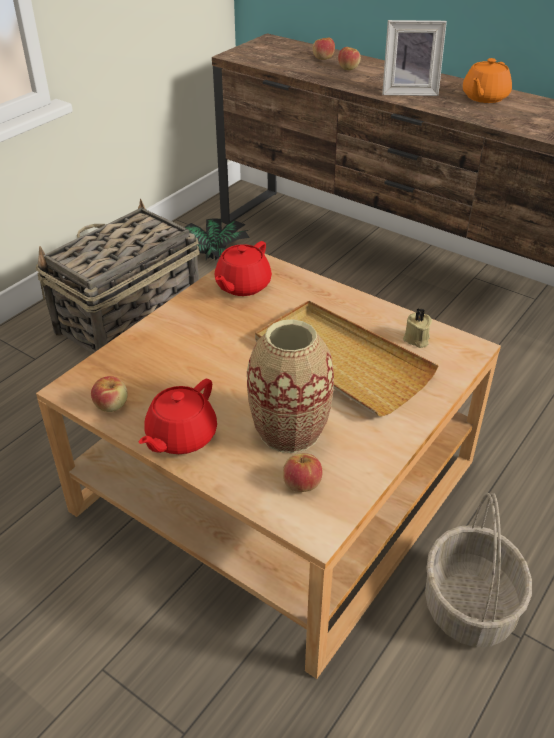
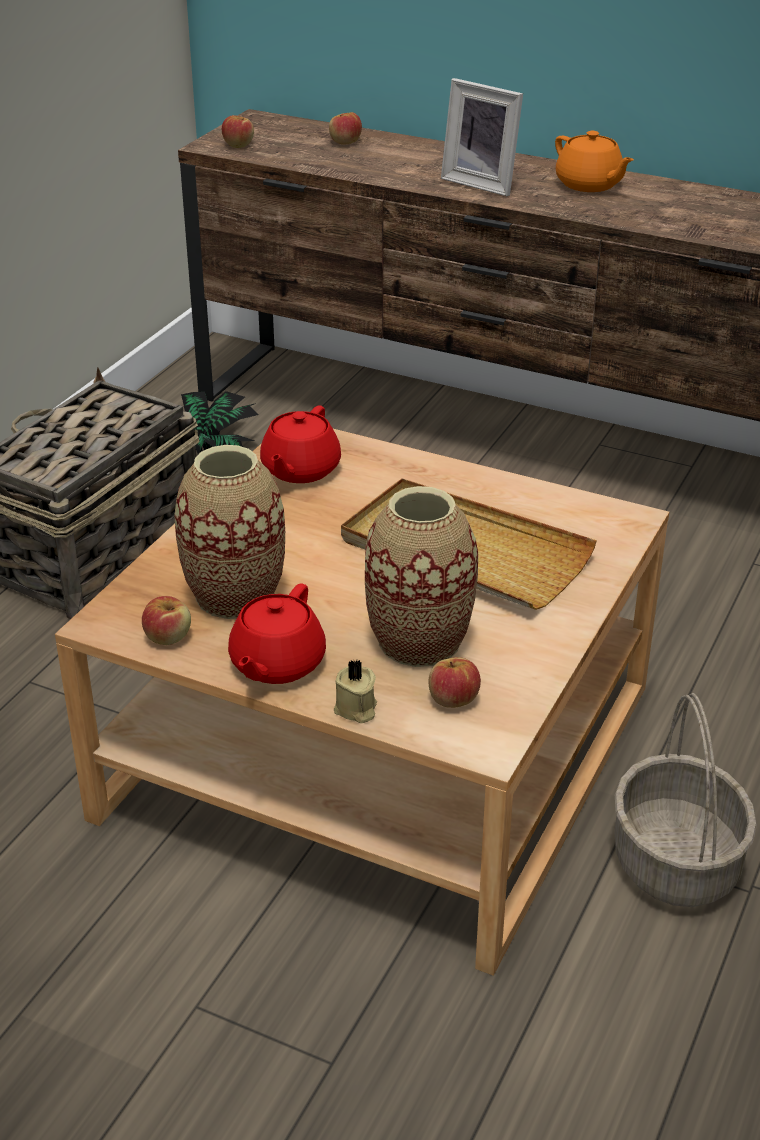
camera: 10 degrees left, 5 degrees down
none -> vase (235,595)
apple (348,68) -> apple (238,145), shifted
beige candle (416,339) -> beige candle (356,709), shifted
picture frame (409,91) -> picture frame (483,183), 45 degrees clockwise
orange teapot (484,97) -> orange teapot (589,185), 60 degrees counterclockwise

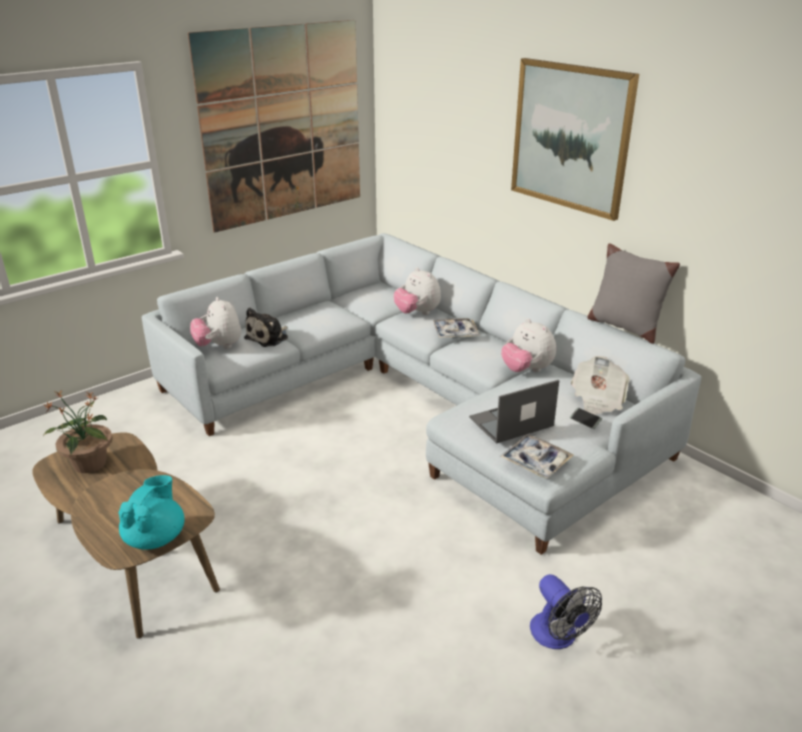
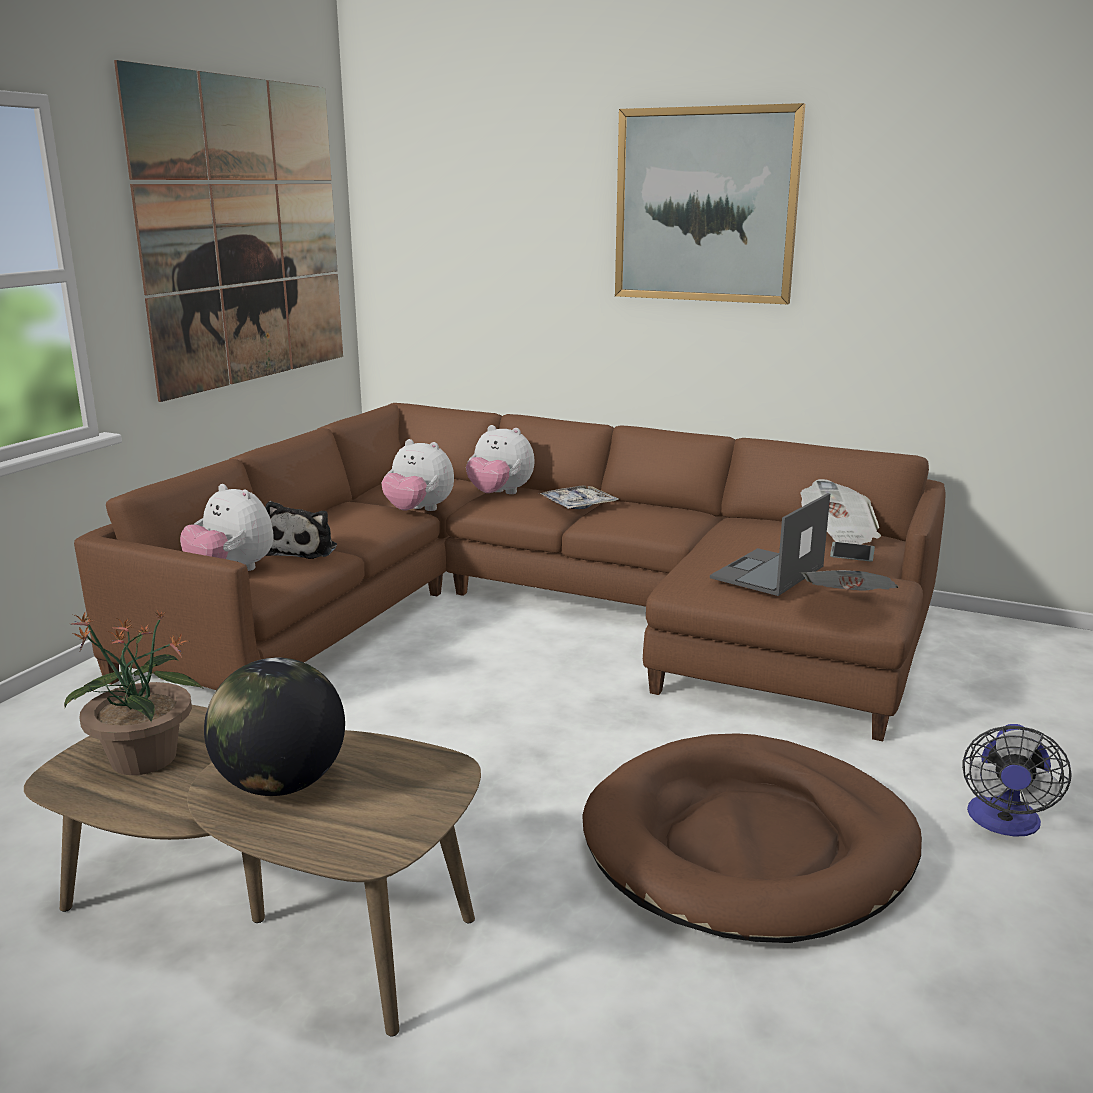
camera: 25 degrees left, 10 degrees down
grey sofa (417,398) -> brown sofa (540,613)
none -> globe (281,784)
plush toy (526,370) -> plush toy (418,511), shifted
none -> brown dog bed (749,844)
tray (536,462) -> newspaper (846,605)
fan (558,637) -> fan (1003,823), 75 degrees clockwise
turquoise teapot (156,537) -> none
grey pillow (624,327) -> none

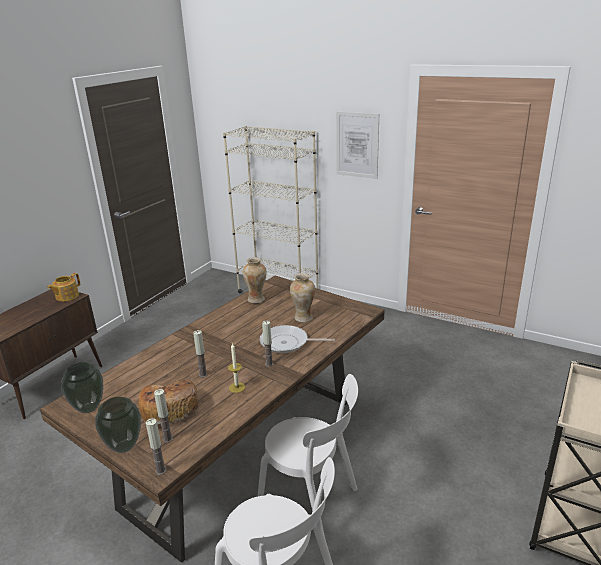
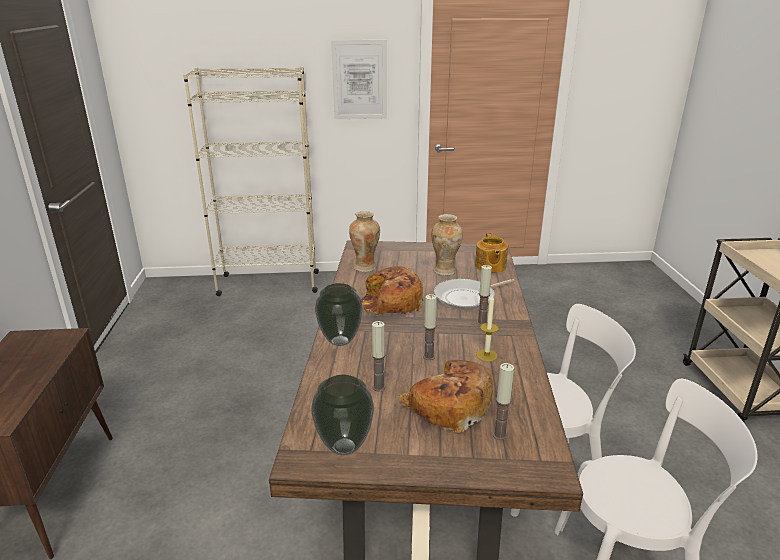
camera: 35 degrees left, 0 degrees up
vase (123,446) -> vase (339,341), shifted
none -> bread (390,303)
candle (161,470) -> candle (378,387), shifted
teapot (66,296) -> teapot (490,266), shifted

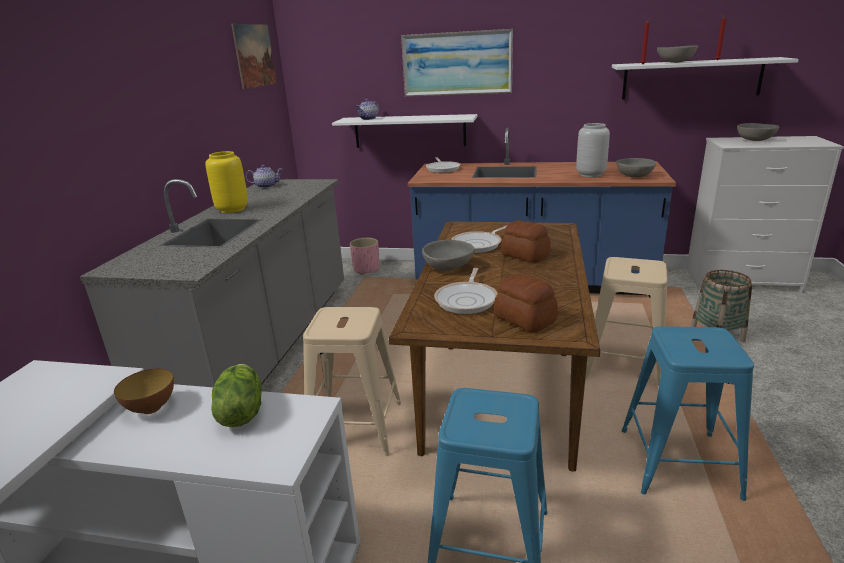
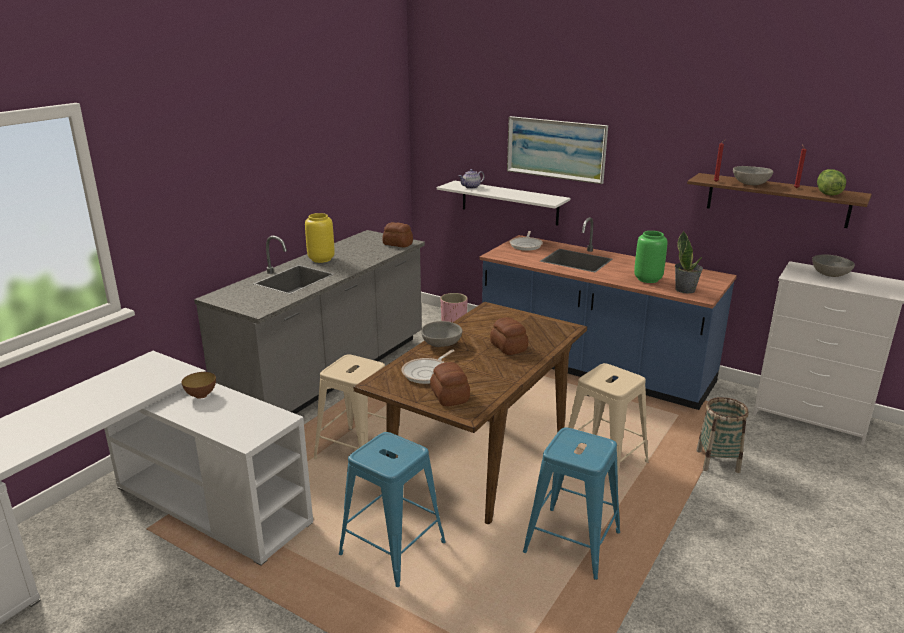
camera: 20 degrees right, 0 degrees up
none -> bread (397,244)
grey vase (590,174) -> green vase (647,279)
grey bowl (634,176) -> potted plant (685,289)
white shelf (691,79) -> brown shelf (777,200)
lettuce (240,413) -> lettuce (827,193), shifted
picture (254,55) -> none
teapot (266,186) -> none
frying pan (479,244) -> none

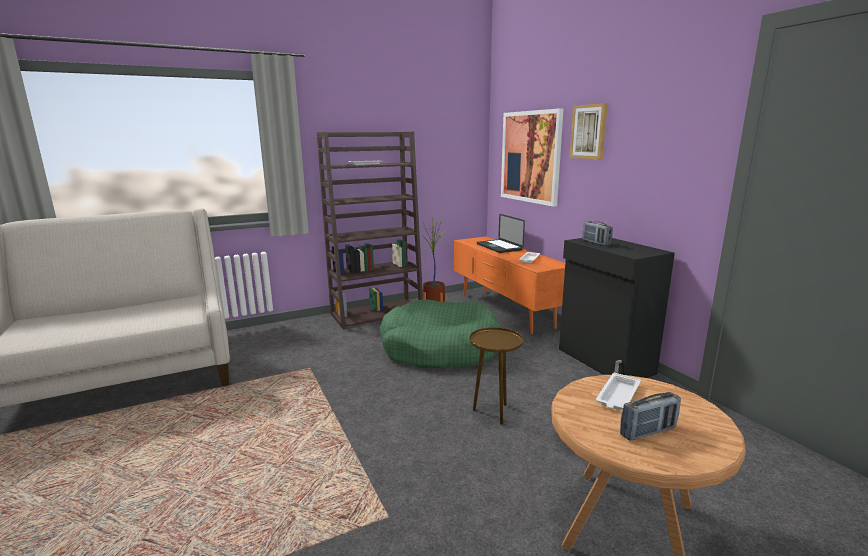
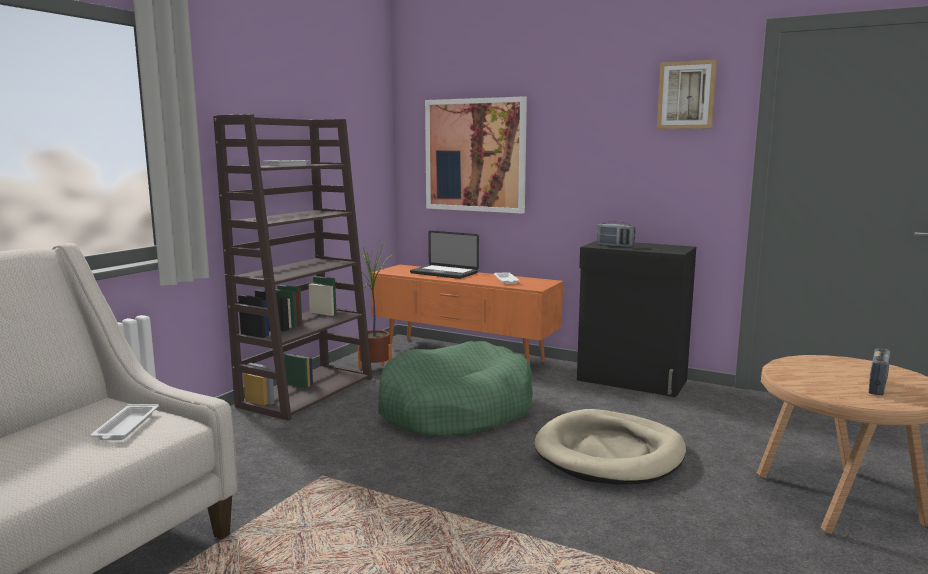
camera: 35 degrees left, 5 degrees down
white tray (618,396) -> white tray (126,427), shifted
brown side table (493,412) -> beige dog bed (610,453)
picture (589,131) -> picture (686,95), shifted

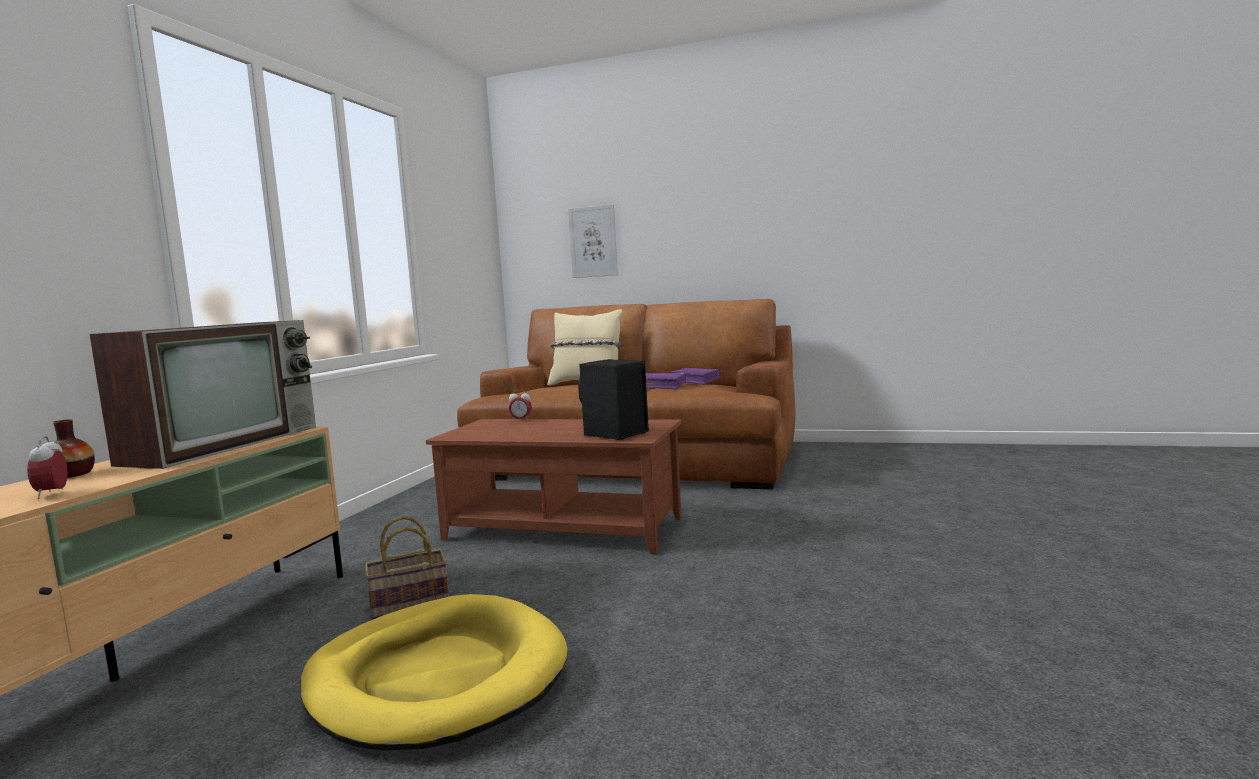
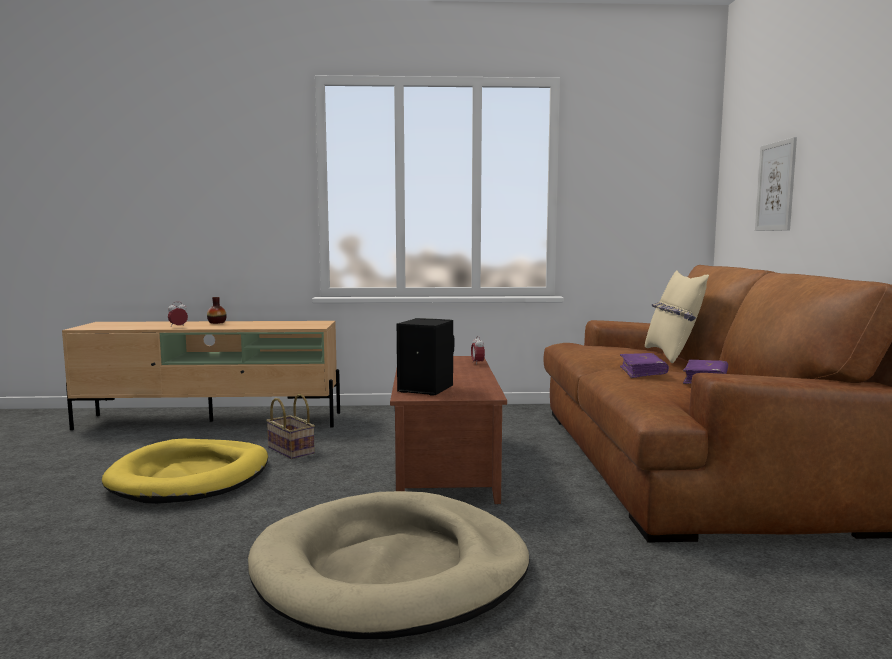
camera: 70 degrees right, 0 degrees up
none -> beige dog bed (392,570)
television (226,444) -> none

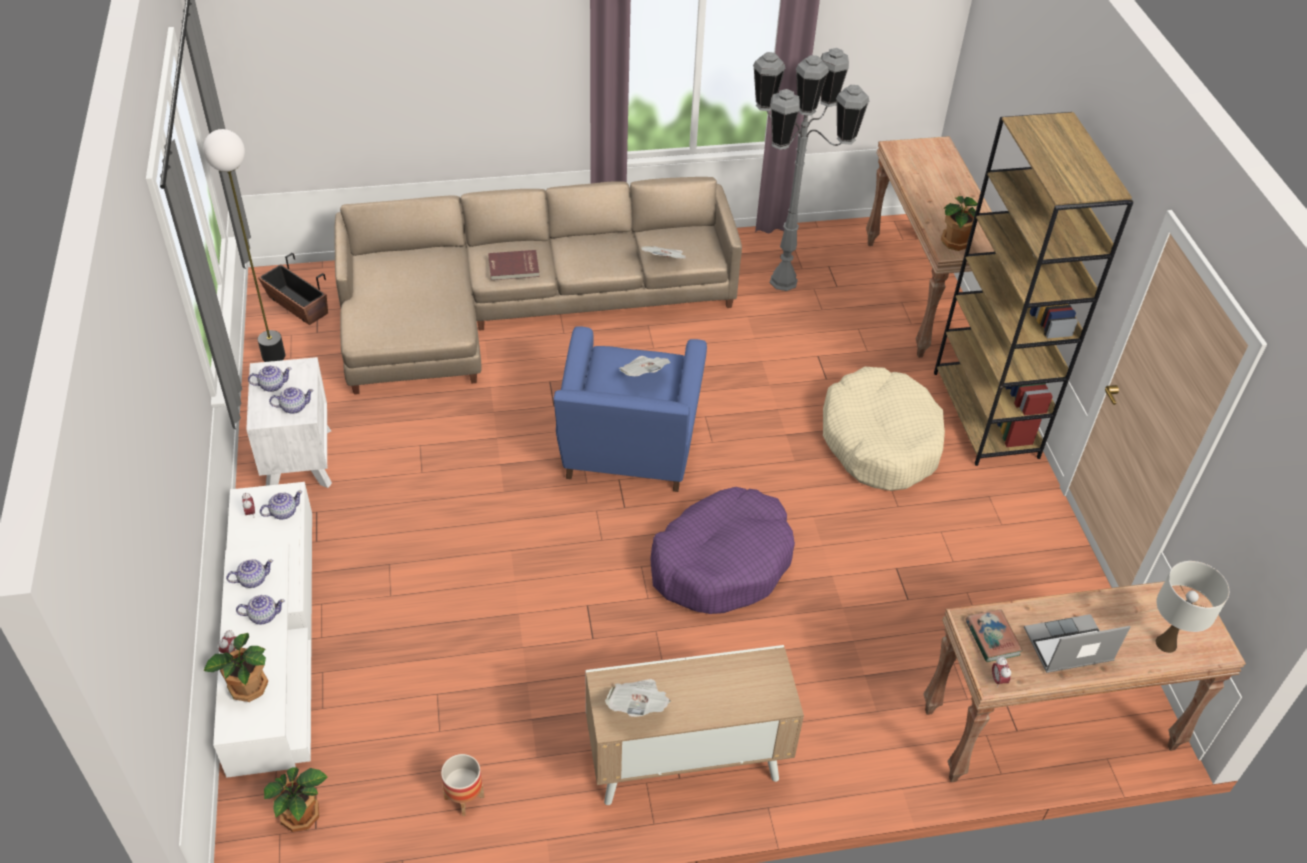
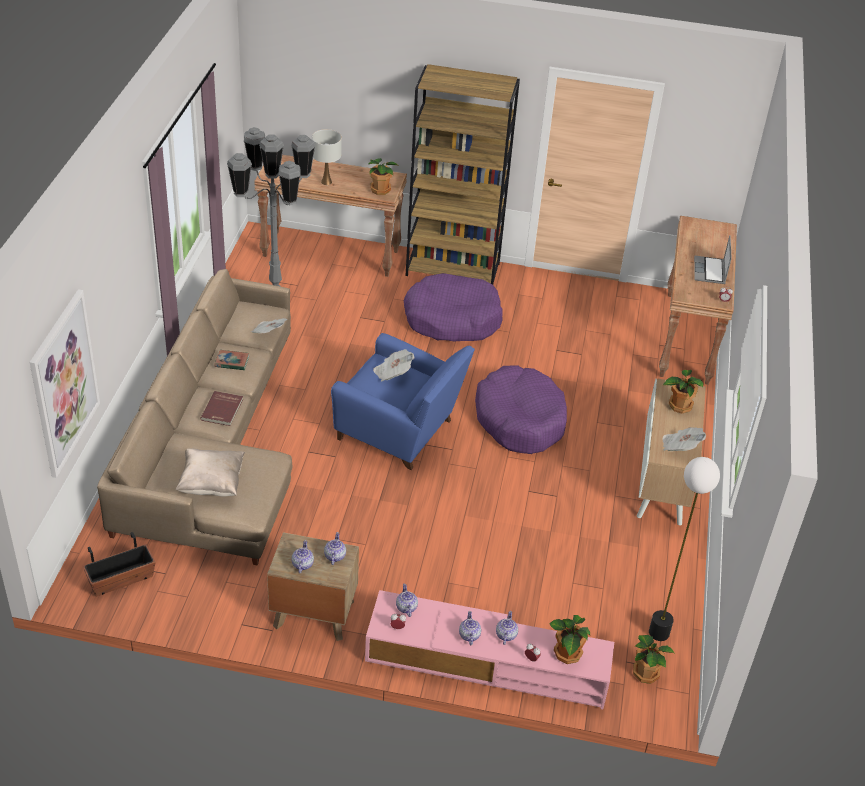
camera: 70 degrees left, 5 degrees down
none -> picture (64,383)
none -> beige pillow (211,484)
book (992,638) -> book (232,362), shifted
white nightstand (298,459) -> brown nightstand (313,614)
white table lamp (1166,644) -> white table lamp (326,182), shifted
white tv stand (273,635) -> pink tv stand (487,662)
beige dog bed (880,441) -> purple dog bed (452,319)
floor lamp (273,356) -> floor lamp (658,633), shifted
none -> potted plant (679,405)
planter (464,797) -> none

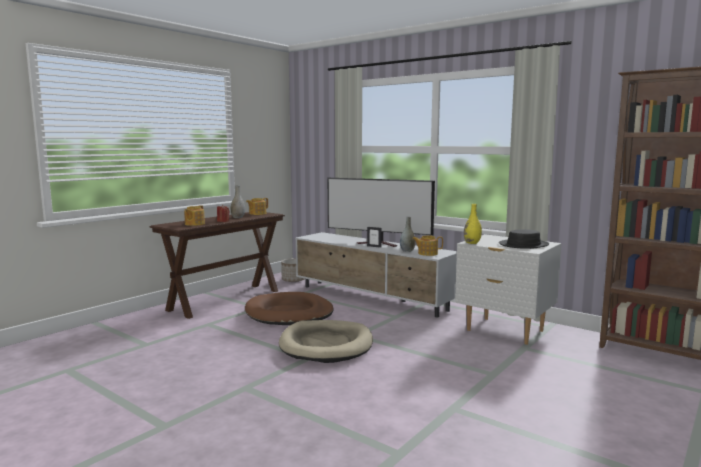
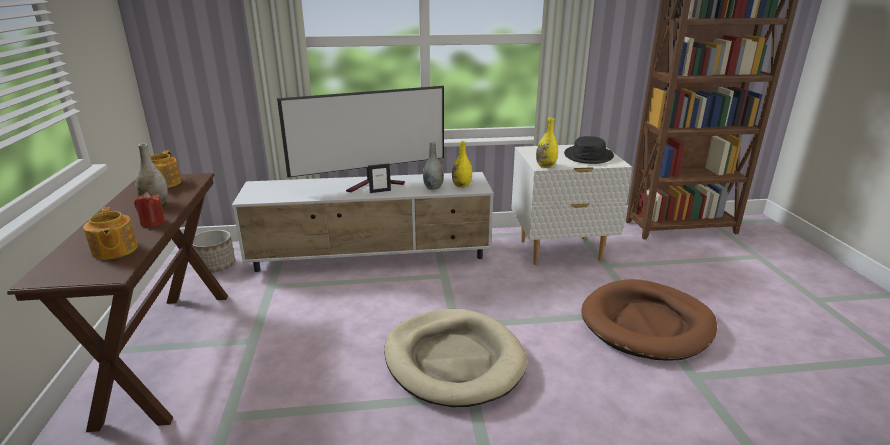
camera: 45 degrees left, 15 degrees up
teapot (427,253) -> yellow vase (461,185)
brown dog bed (289,313) -> brown dog bed (647,324), shifted

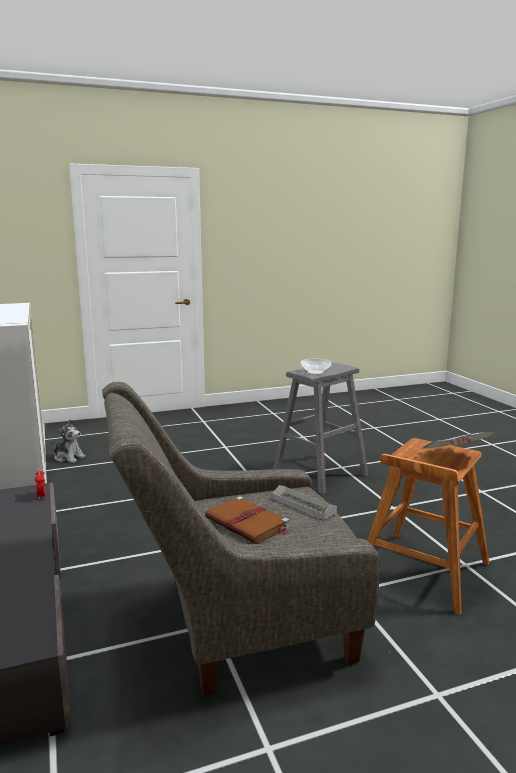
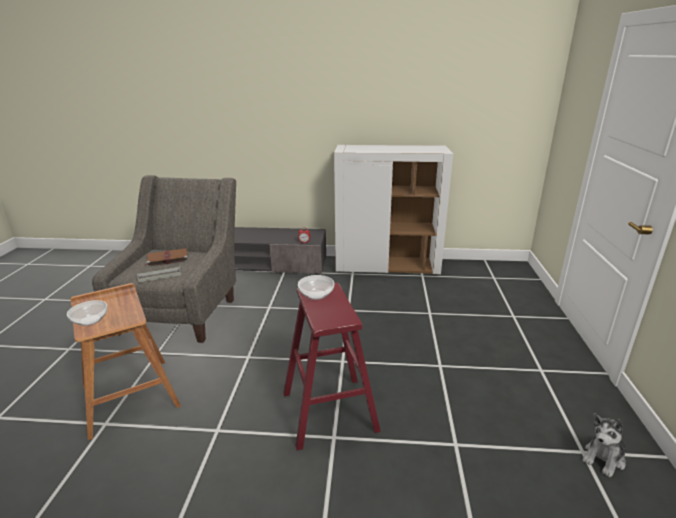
camera: 115 degrees right, 10 degrees up
newspaper (454,458) -> bowl (91,320)
grey stool (320,473) -> red stool (329,411)
plush toy (68,457) -> plush toy (604,458), shifted

